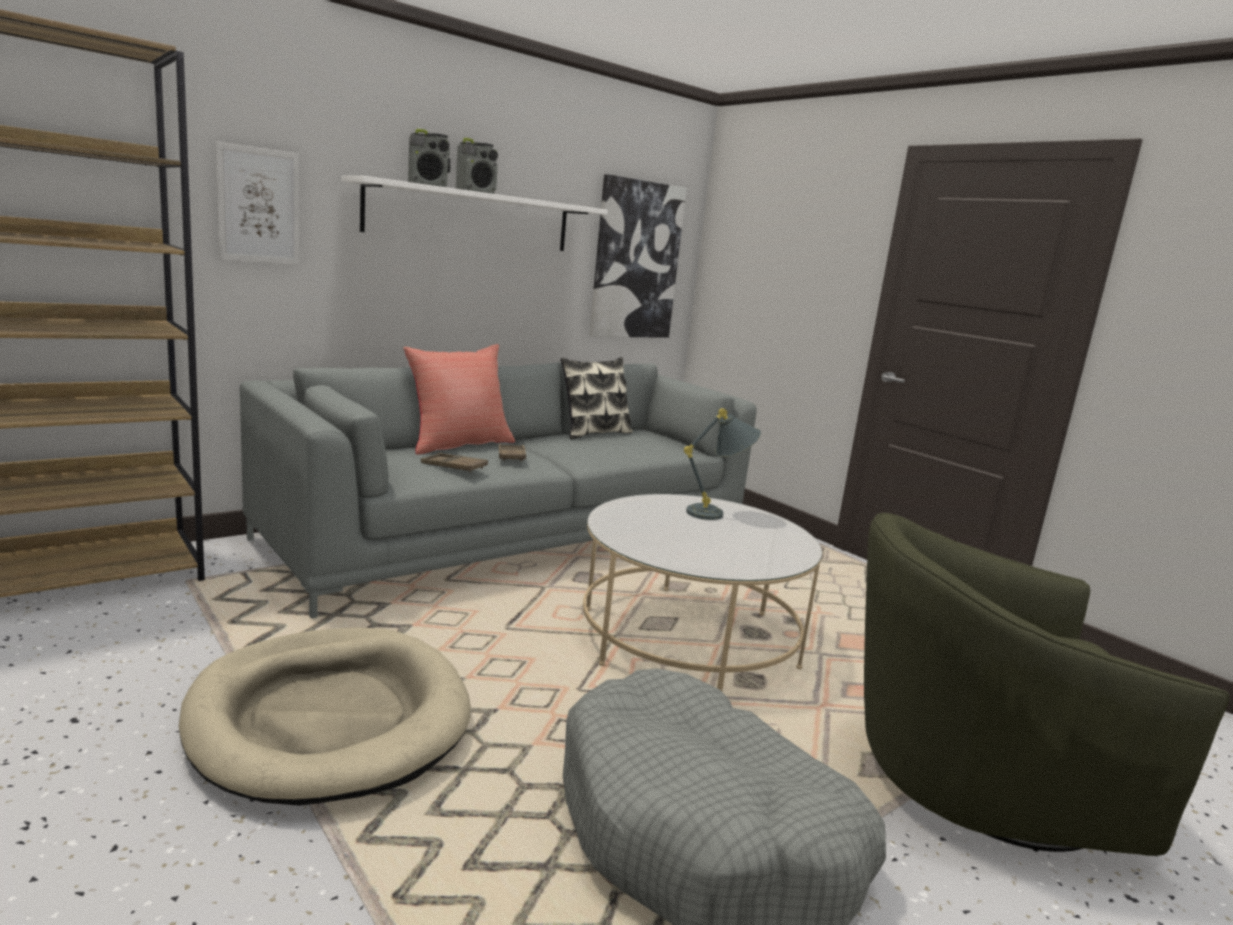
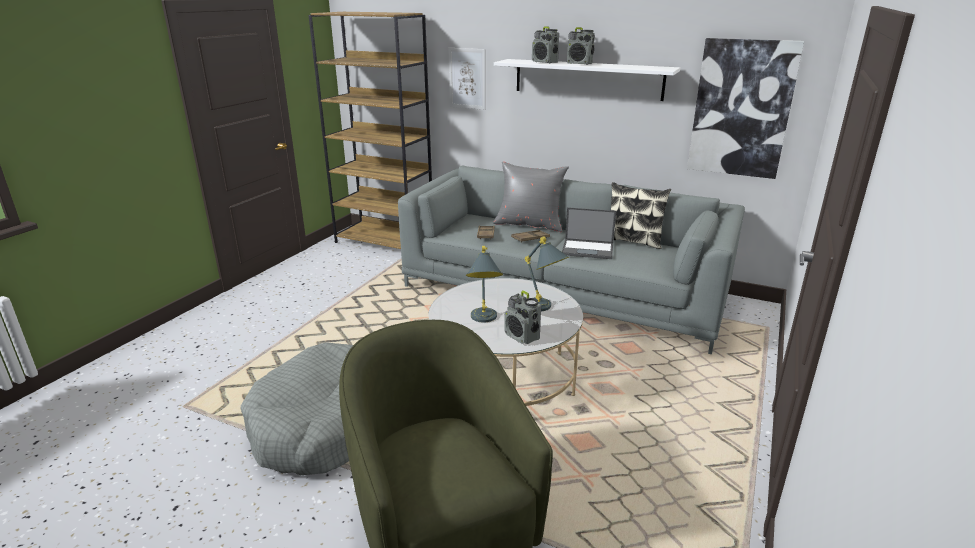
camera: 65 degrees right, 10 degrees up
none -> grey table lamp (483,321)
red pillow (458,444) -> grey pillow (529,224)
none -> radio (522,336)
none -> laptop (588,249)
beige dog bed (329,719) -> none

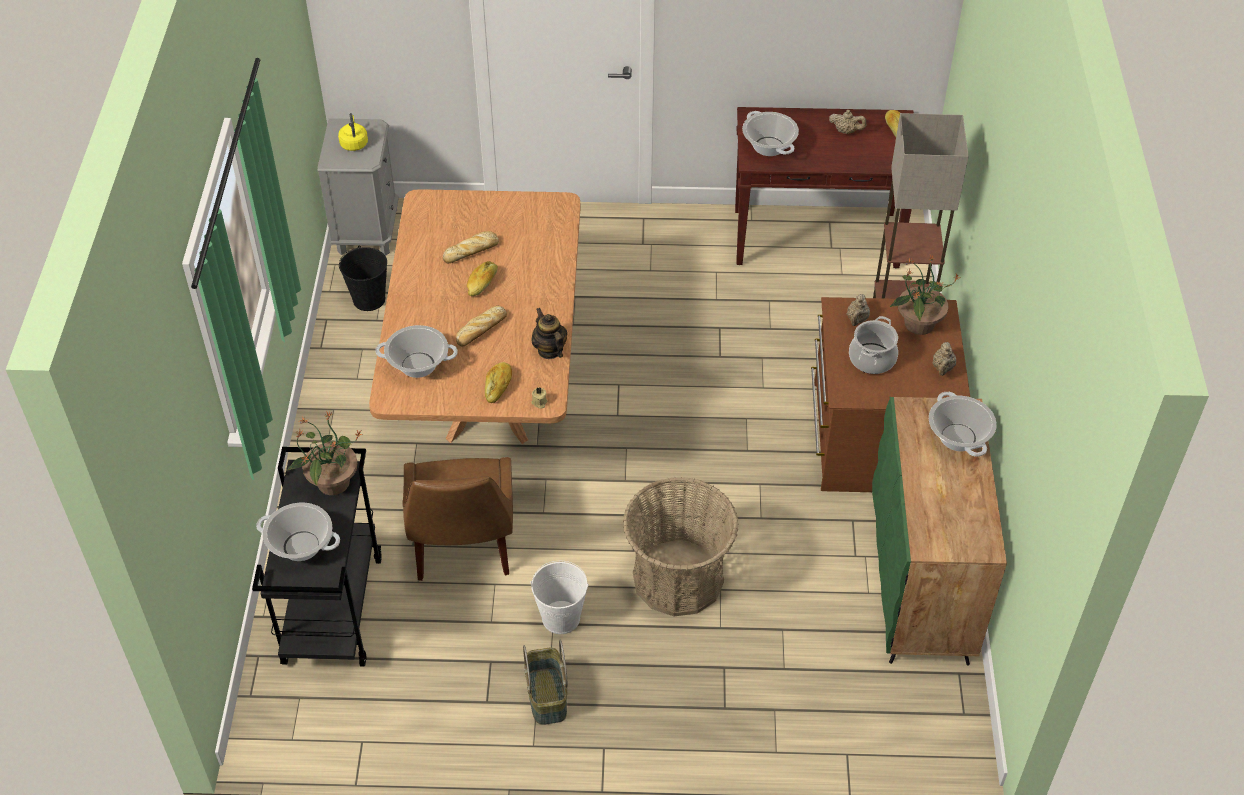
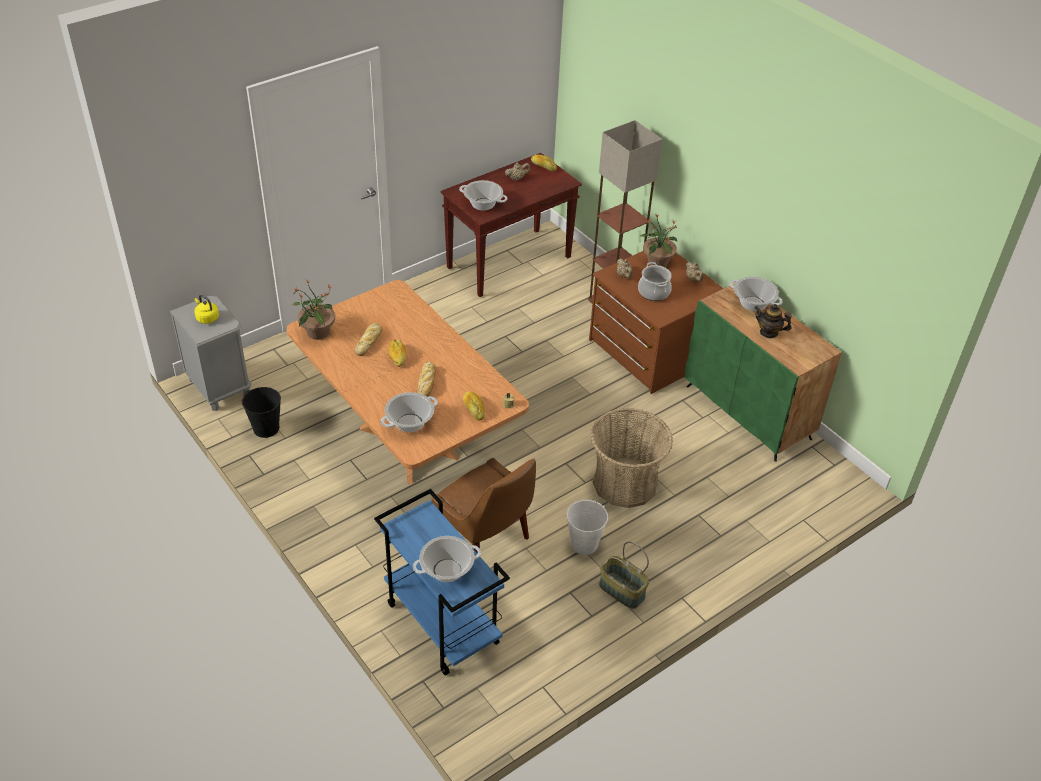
camera: 40 degrees left, 5 degrees down
potted plant (332,483) -> potted plant (317,332), shifted
black cart (332,608) -> blue cart (441,623)
teapot (549,350) -> teapot (769,332), shifted

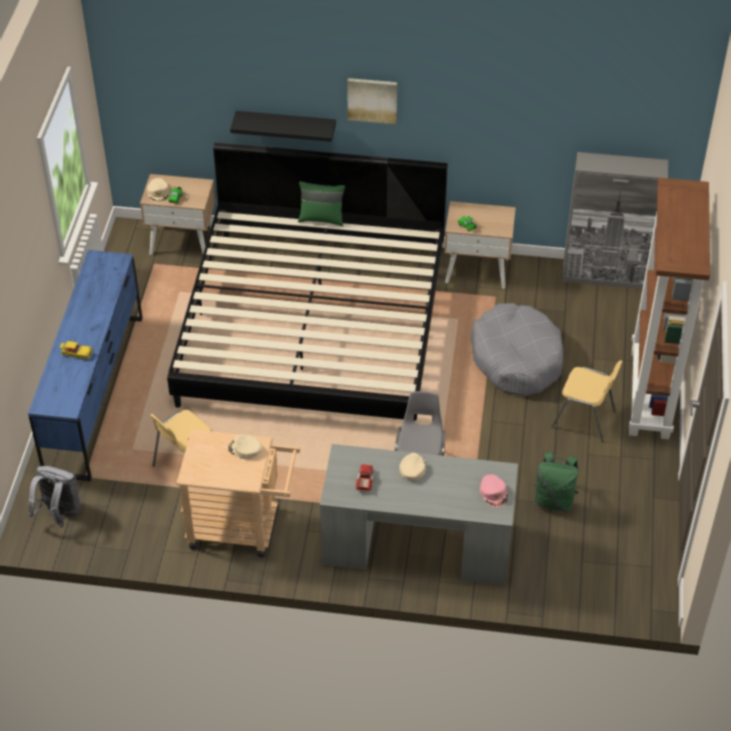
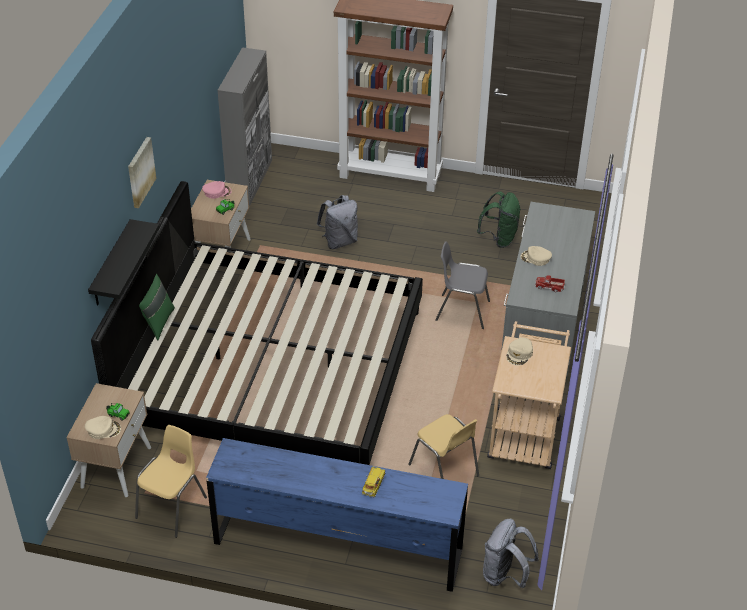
camera: 85 degrees left, 5 degrees down
yellow chair (584,419) -> yellow chair (173,507), shifted
pink cap (494,493) -> pink cap (217,192), shifted
grey dog bed (516,359) -> grey backpack (339,241)

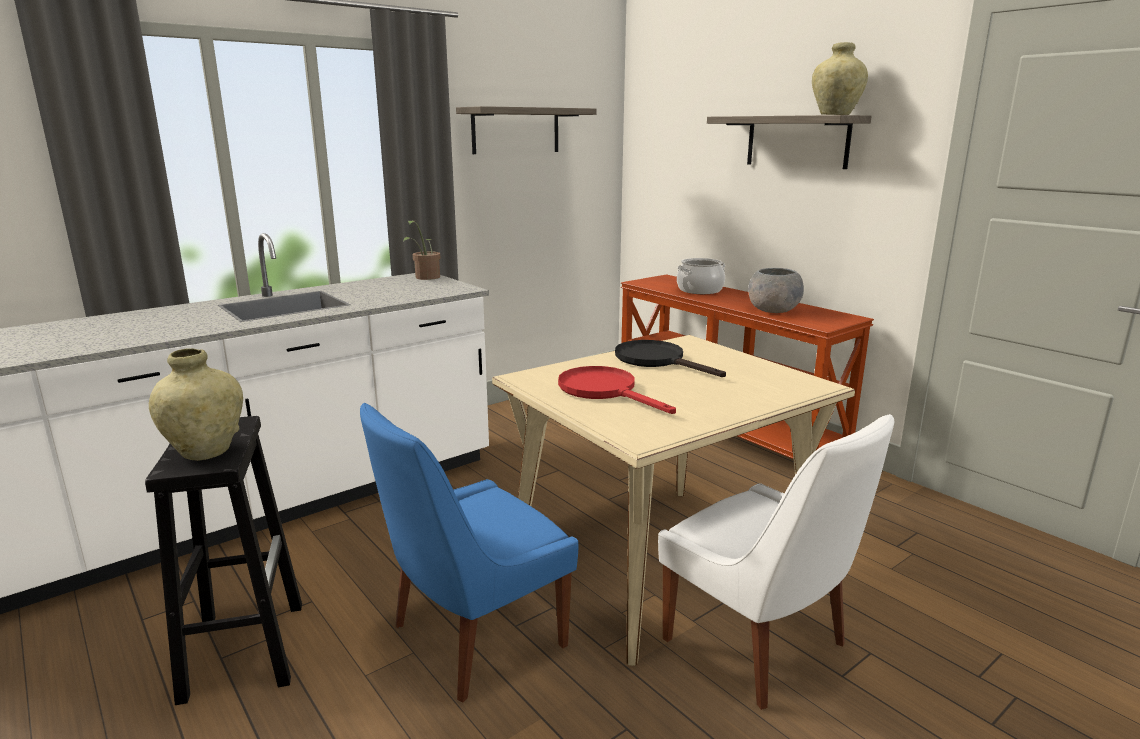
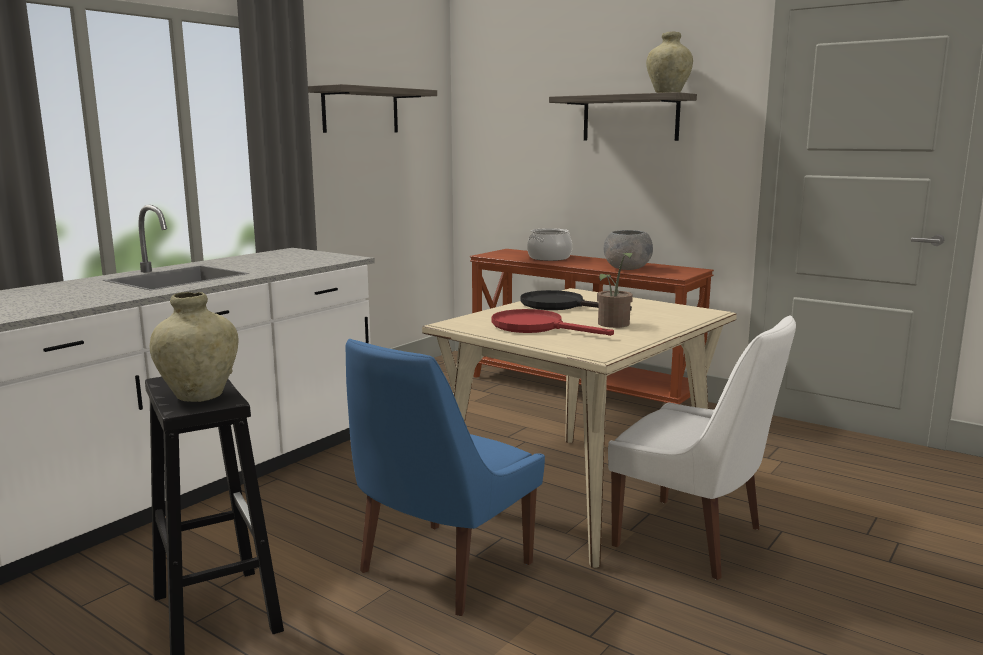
camera: 15 degrees left, 5 degrees down
potted plant (425,278) -> potted plant (613,325), shifted

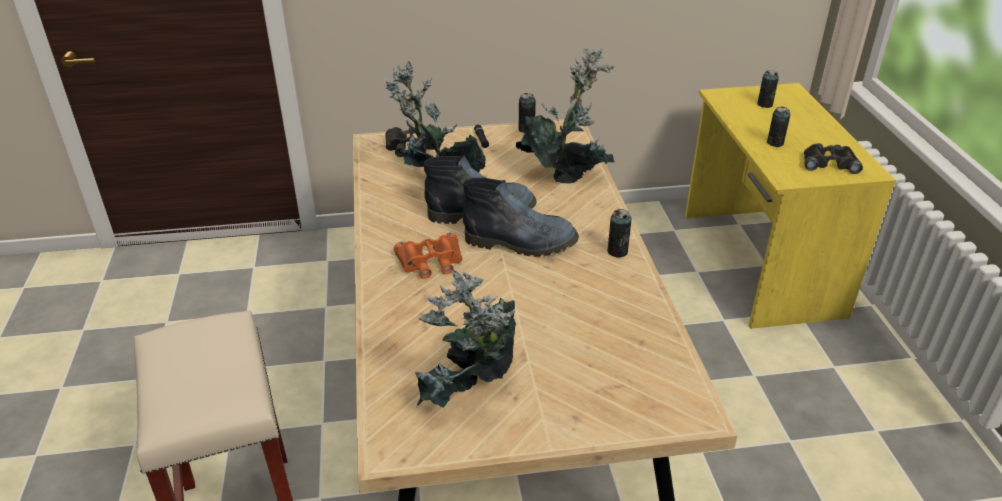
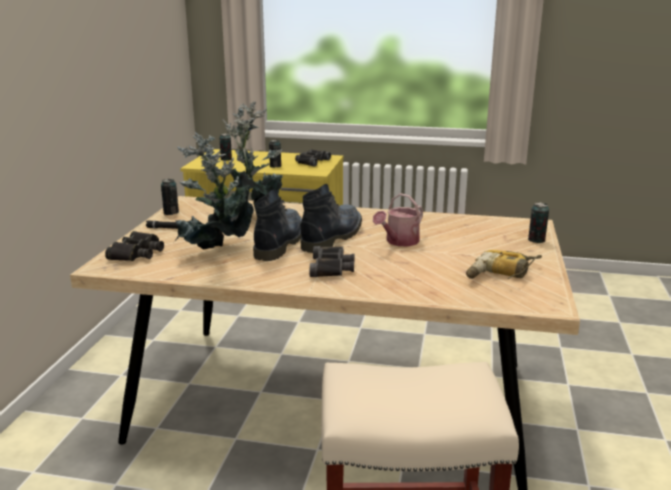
camera: 70 degrees left, 15 degrees down
orange binoculars (431,262) -> black binoculars (332,267)
none -> watering can (399,242)
potted plant (471,396) -> power drill (502,274)
can (617,251) -> can (536,240), shifted

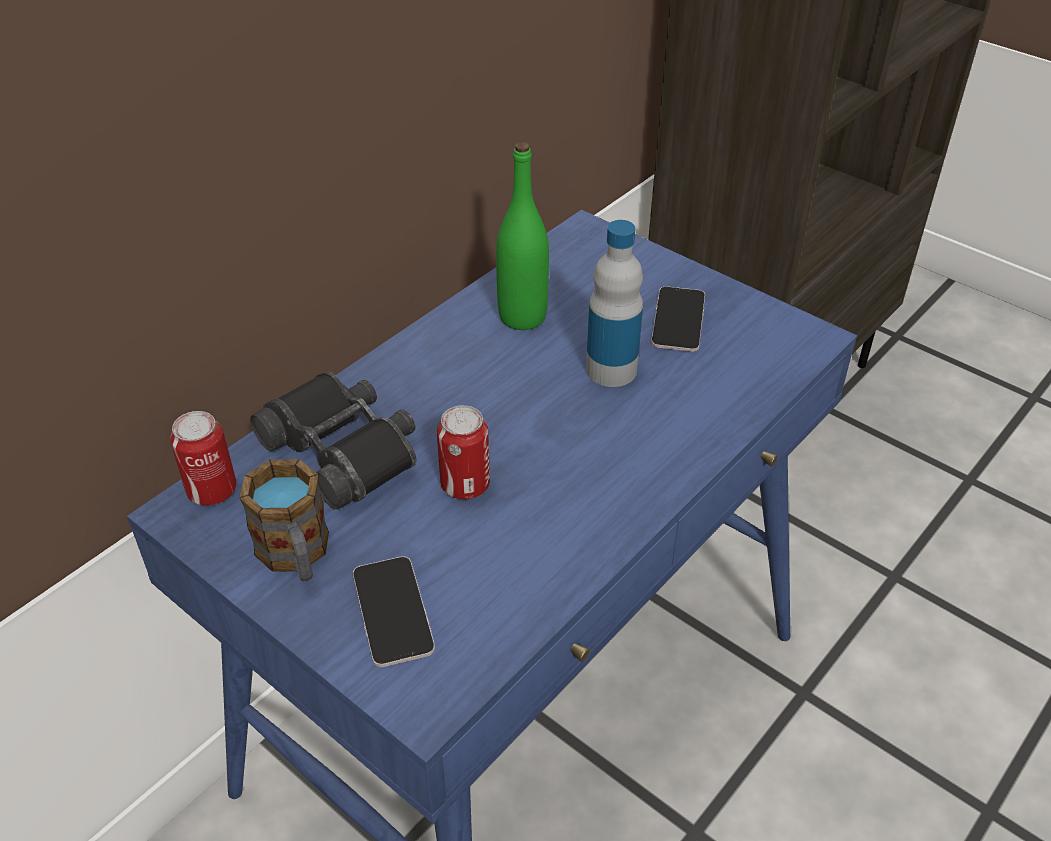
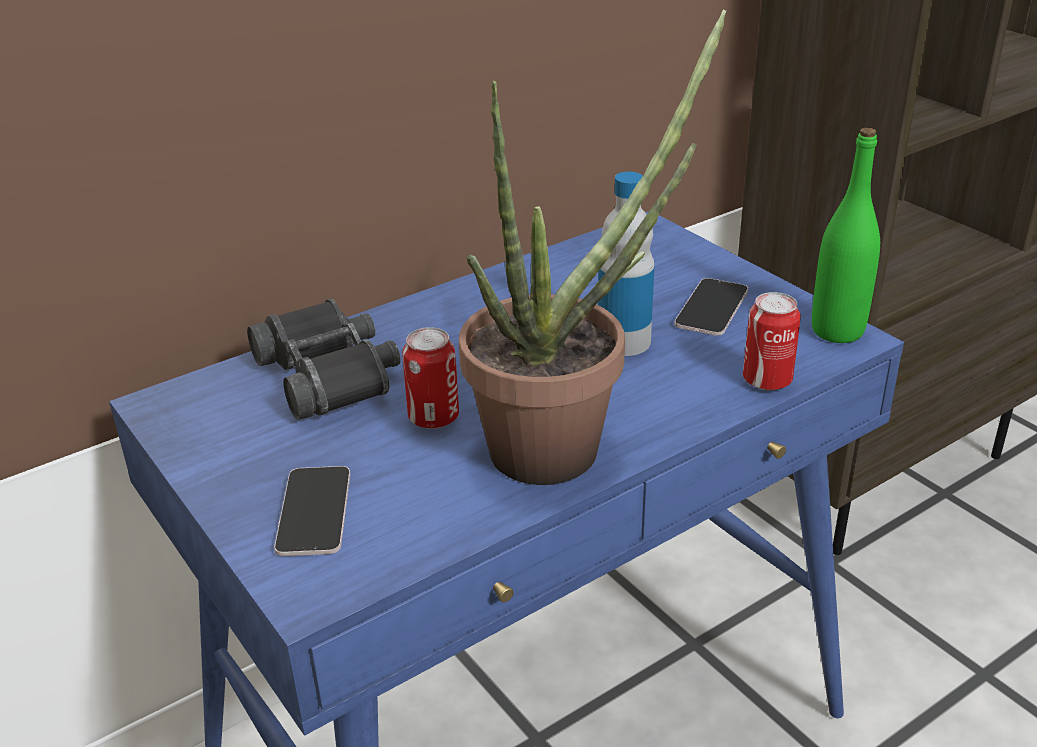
camera: 15 degrees right, 10 degrees down
none -> potted plant (566,443)
can (212,490) -> can (767,380), shifted
green bottle (522,317) -> green bottle (837,331), shifted
mug (296,556) -> none

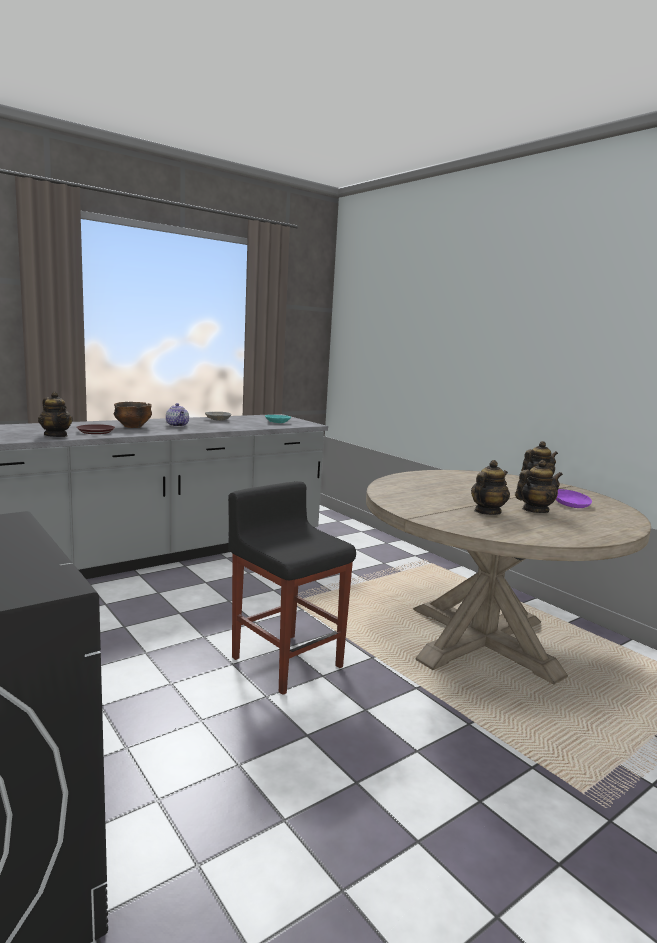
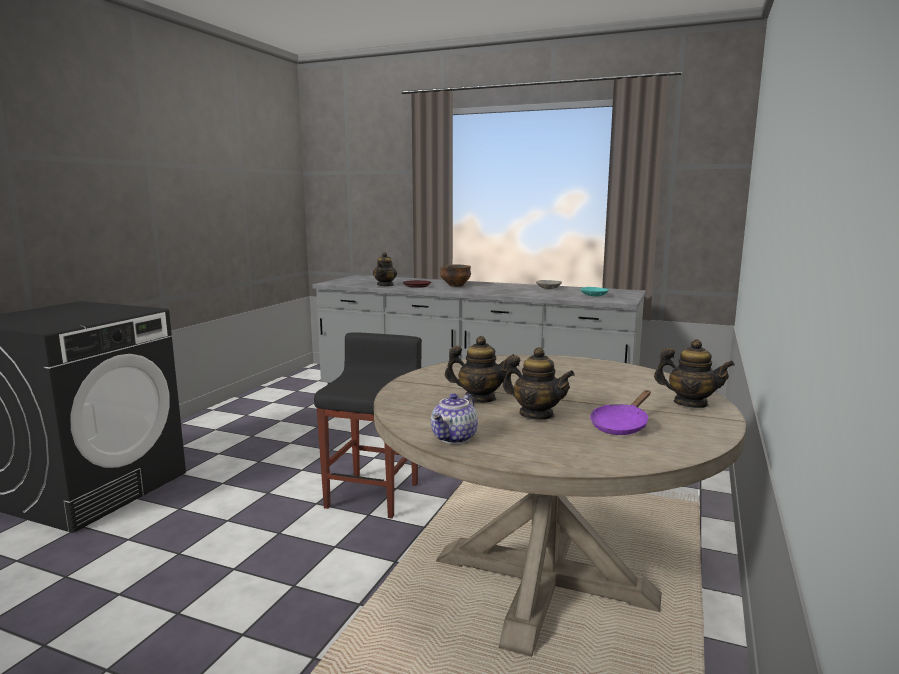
camera: 60 degrees right, 0 degrees up
teapot (178,425) -> teapot (455,438), shifted

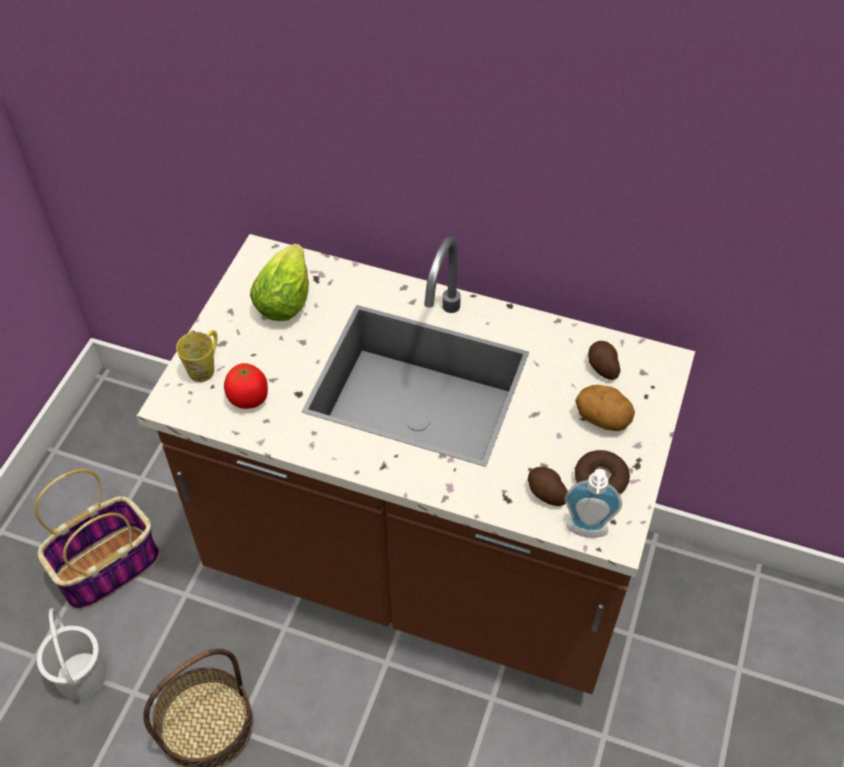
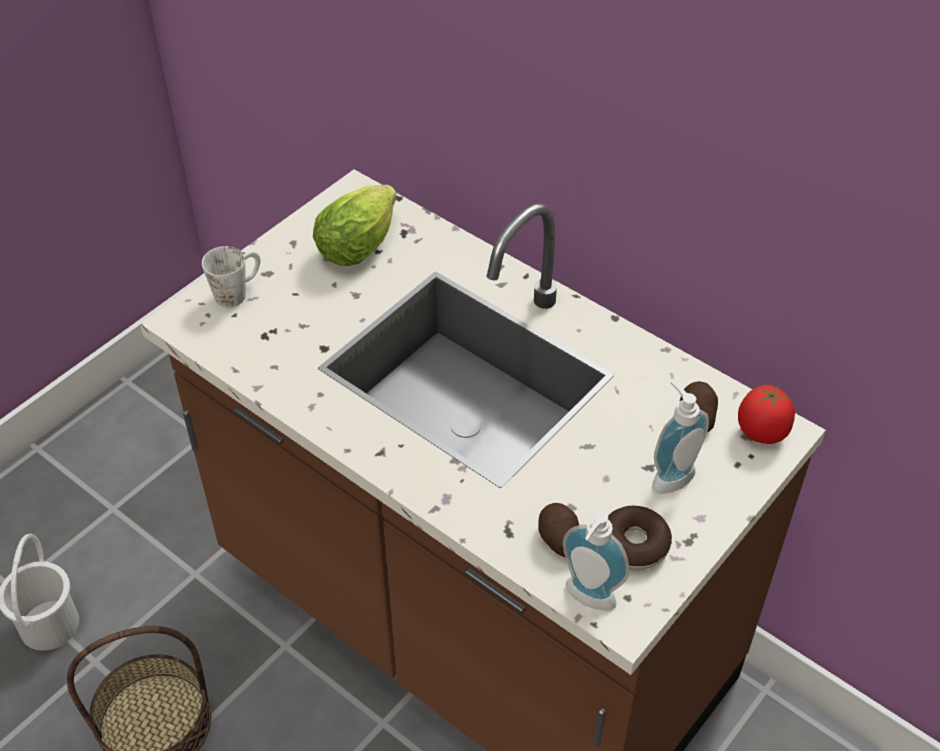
camera: 20 degrees right, 5 degrees down
yellow mug (205,365) -> white mug (238,291)
potato (602,419) -> soap dispenser (669,475)
tomato (249,399) -> tomato (762,432), shifted
basket (109,566) -> none

